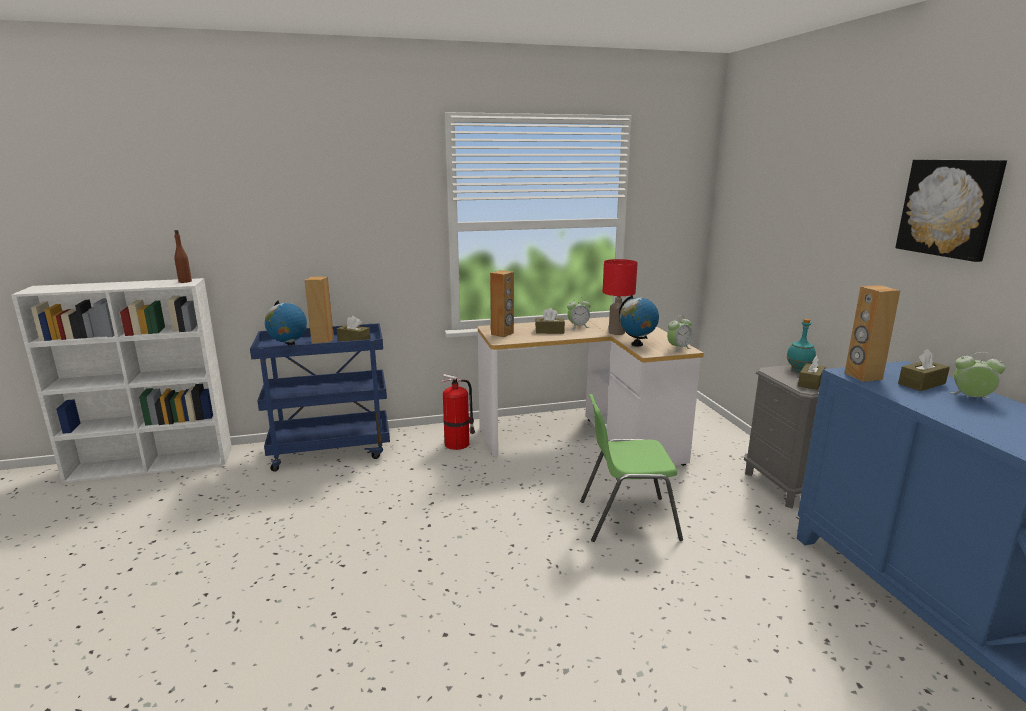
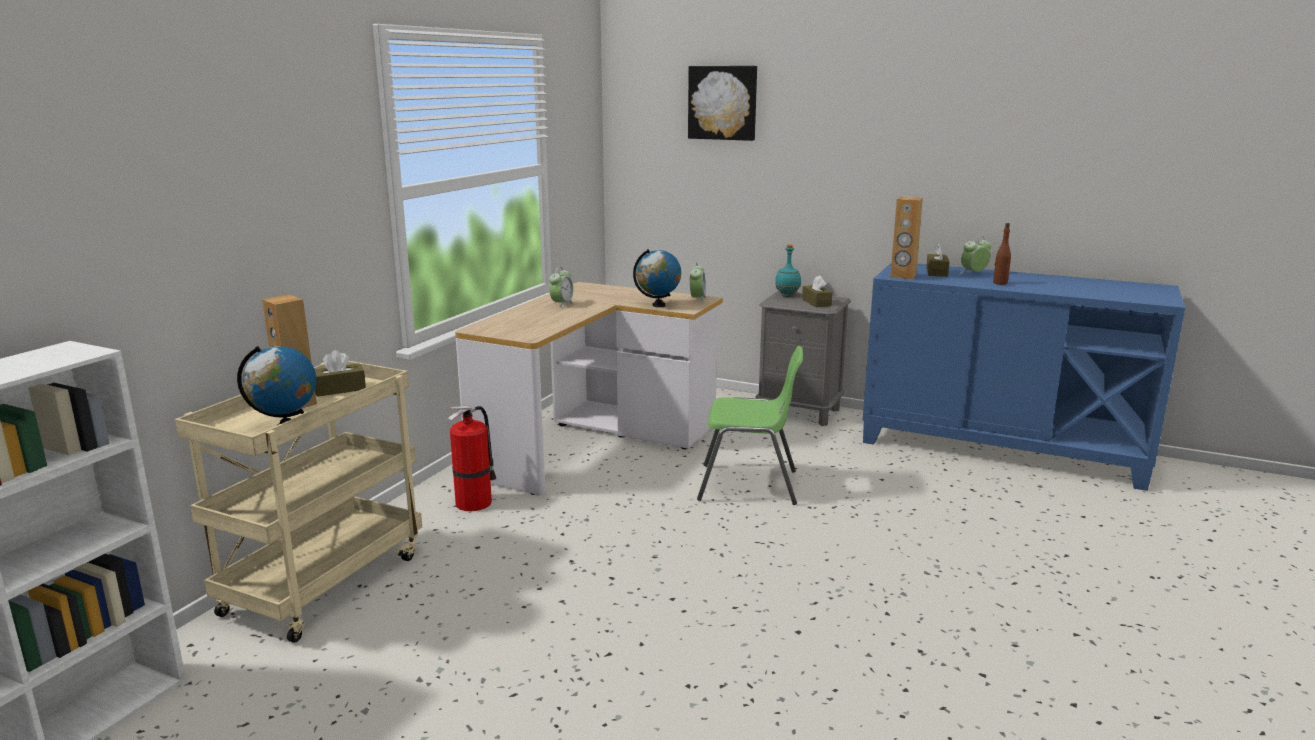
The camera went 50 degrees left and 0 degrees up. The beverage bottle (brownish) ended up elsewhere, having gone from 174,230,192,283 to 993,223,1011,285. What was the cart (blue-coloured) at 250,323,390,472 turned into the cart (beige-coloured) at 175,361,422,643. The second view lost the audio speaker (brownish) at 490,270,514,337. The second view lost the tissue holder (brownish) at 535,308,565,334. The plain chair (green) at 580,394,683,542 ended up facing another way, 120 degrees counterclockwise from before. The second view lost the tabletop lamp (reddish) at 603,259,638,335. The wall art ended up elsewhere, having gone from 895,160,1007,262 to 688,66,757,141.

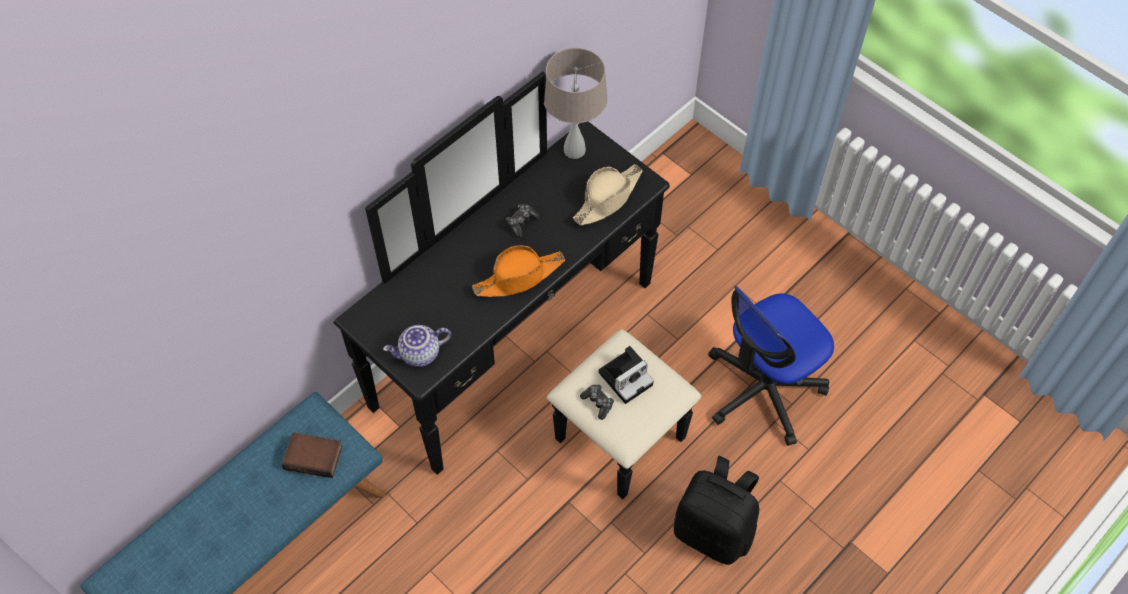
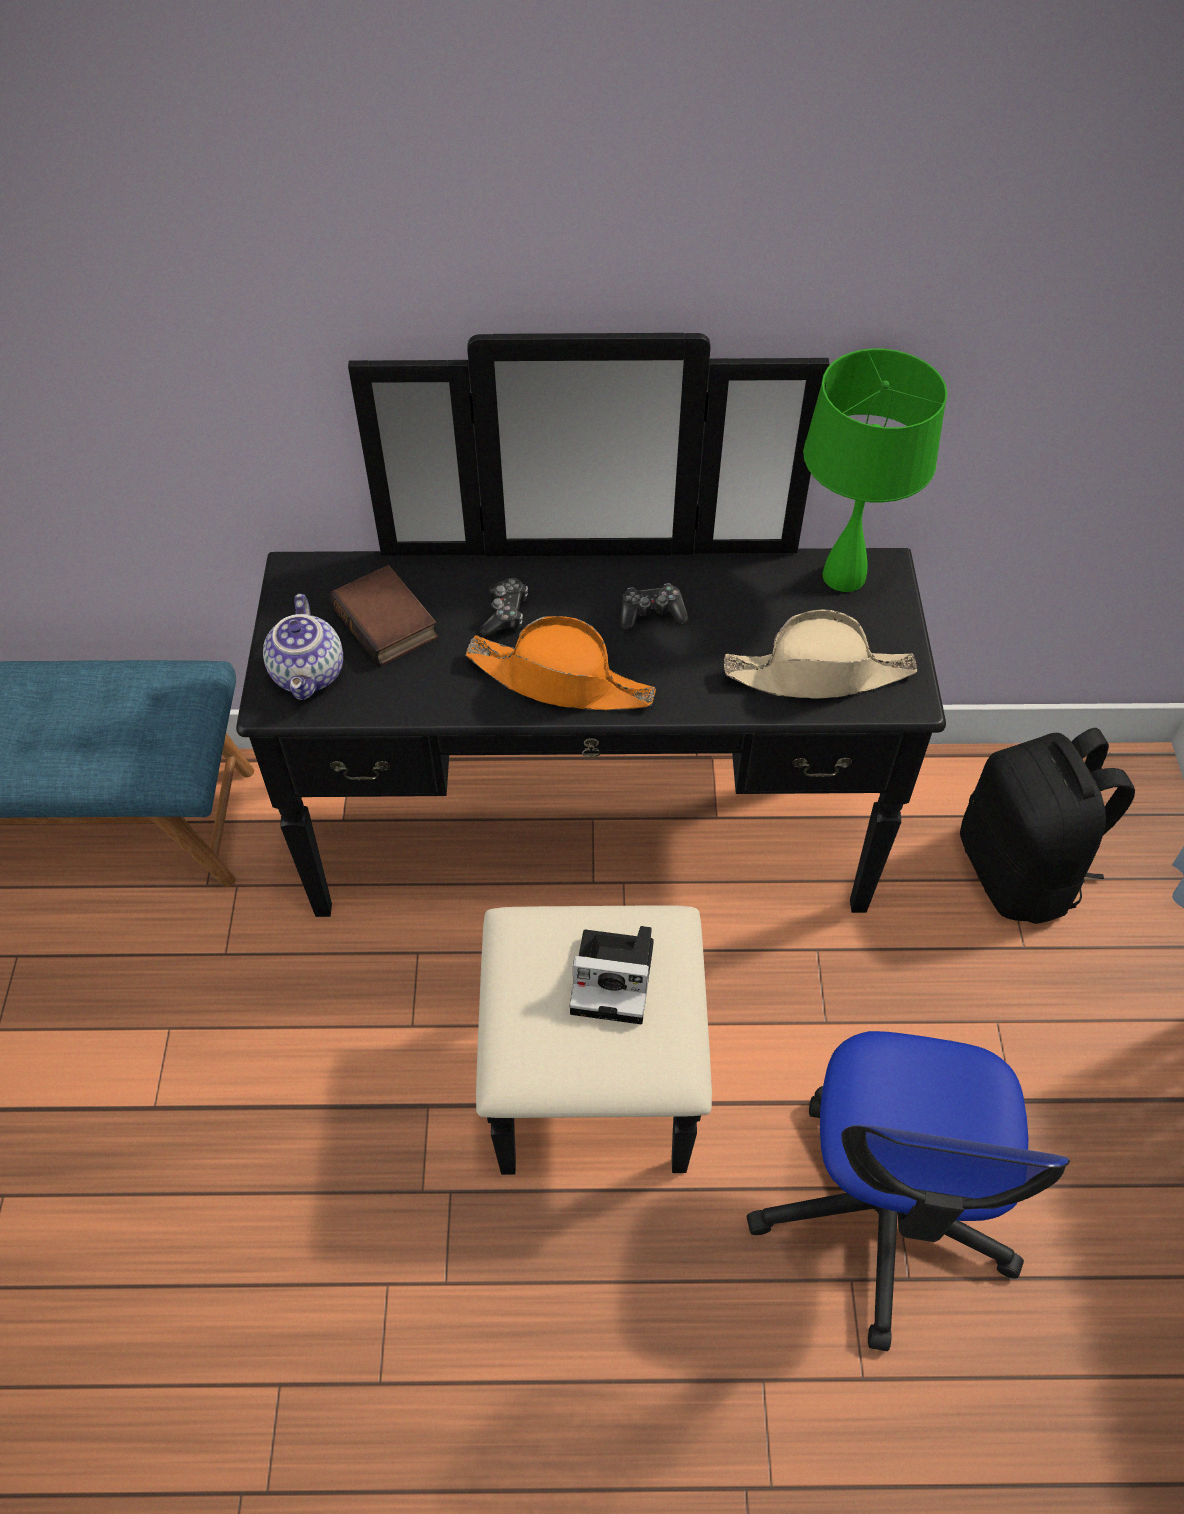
The camera went 45 degrees right and 5 degrees down. The volume ended up elsewhere, having gone from 282,432,342,478 to 329,565,438,667. The tea pot at 383,325,451,367 ended up facing another way, 120 degrees counterclockwise from before. What was the tabletop lamp (beige-coloured) at 544,48,608,159 turned into the tabletop lamp (green) at 803,349,947,592. The game controller ended up elsewhere, having gone from 580,384,614,420 to 480,578,528,637. The rucksack (blackish) ended up elsewhere, having gone from 674,456,759,565 to 960,728,1135,924. The office chair at 708,286,834,446 ended up facing another way, 90 degrees counterclockwise from before.

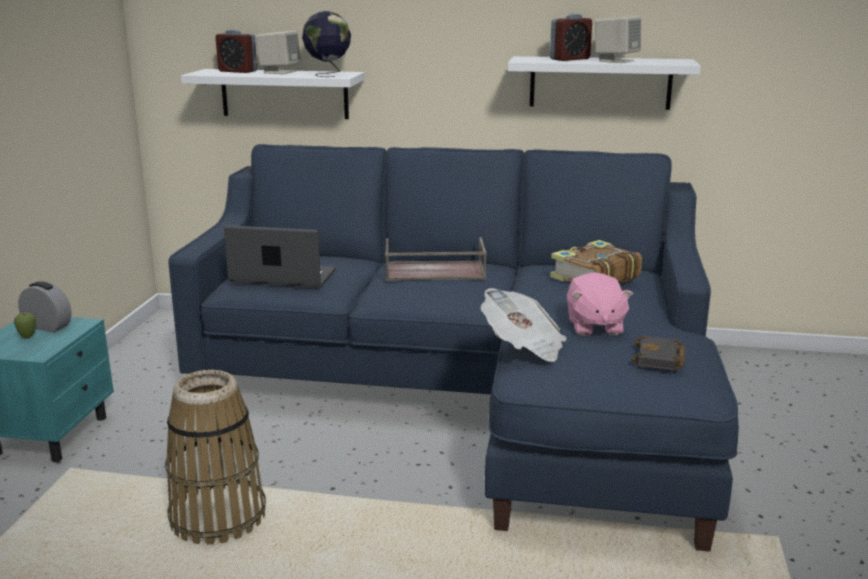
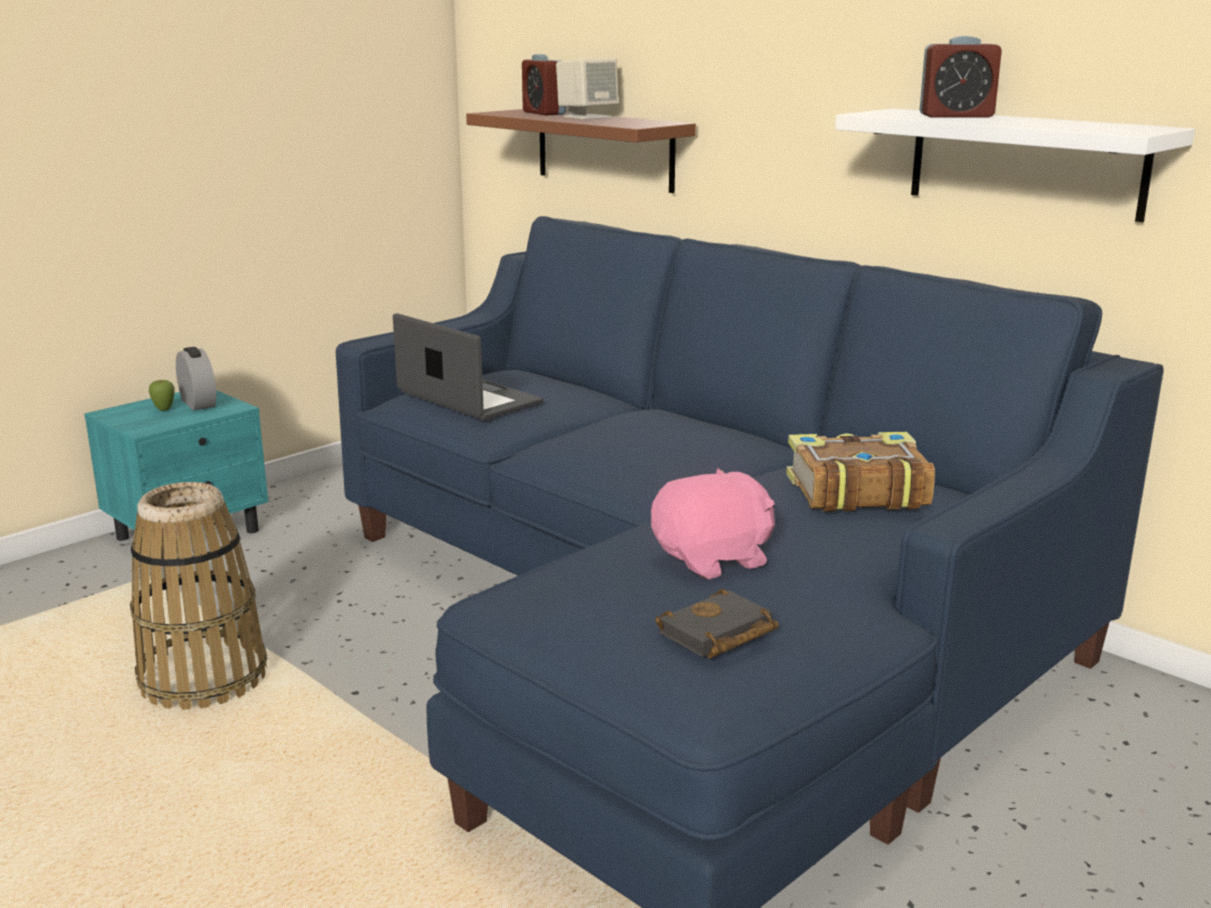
The camera went 35 degrees right and 0 degrees up. What was the wall shelf (white-coloured) at 181,69,365,119 turned into the wall shelf (brownish) at 466,109,696,193. The second view lost the desk globe at 302,11,351,77. The second view lost the carrying tray (brownish) at 385,237,487,281. The second view lost the printed paper at 480,288,566,362. The cuddly toy (pink) at 567,272,633,336 ended up facing another way, 150 degrees counterclockwise from before. The second view lost the audio speaker (beige-coloured) at 595,16,641,63.

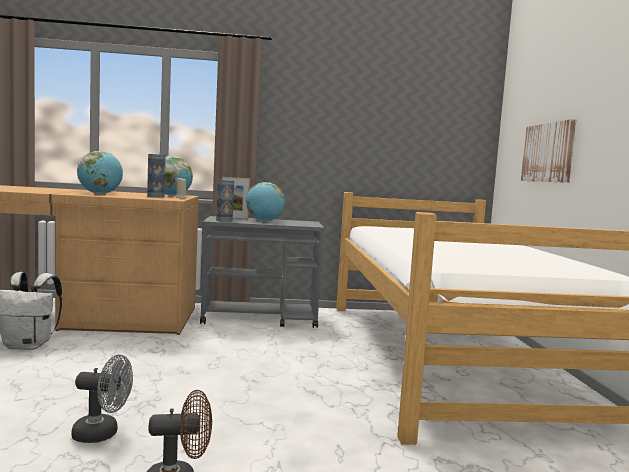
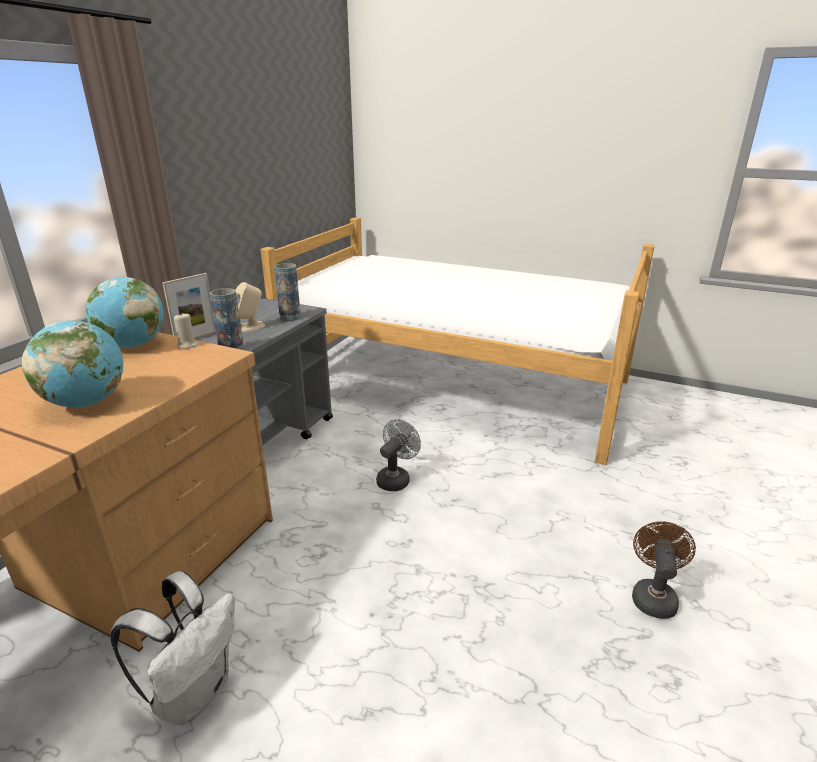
The camera went 60 degrees left and 20 degrees up. The fan (gray) ended up elsewhere, having gone from 71,355,133,443 to 376,419,421,491. The decorative vase ended up elsewhere, having gone from 147,154,166,198 to 274,263,301,321. Where the desk globe stood at 246,182,285,222, the audio speaker (beige-coloured) came to stand at 236,282,265,332. The second view lost the wall art at 521,119,576,183.

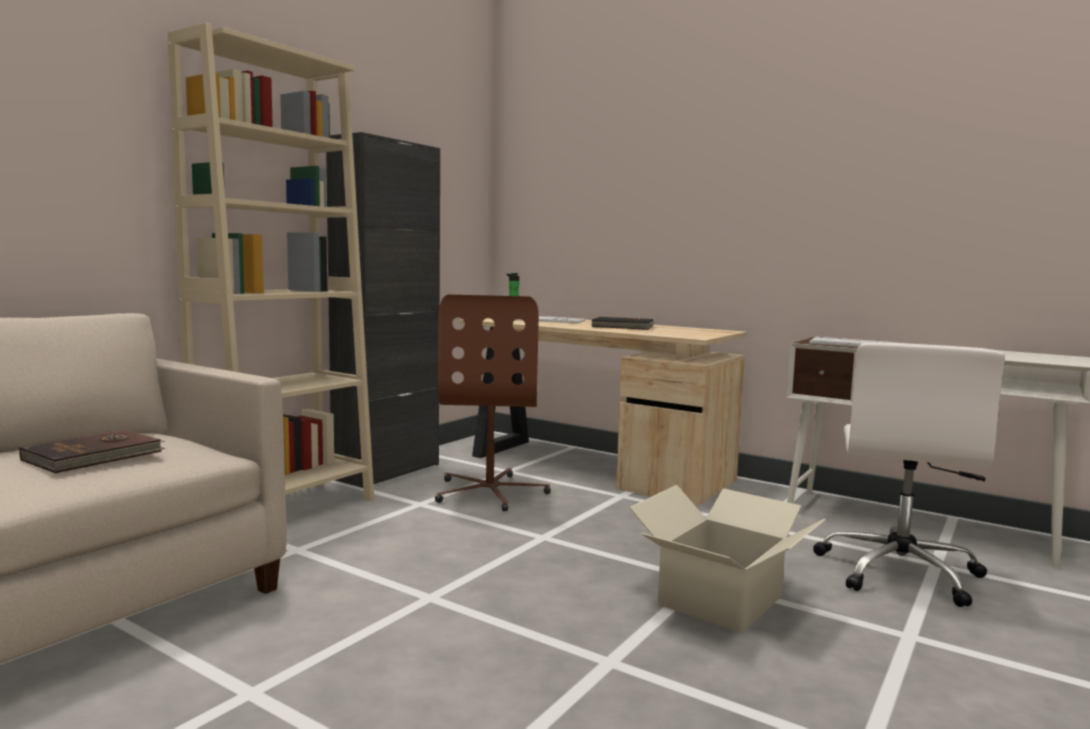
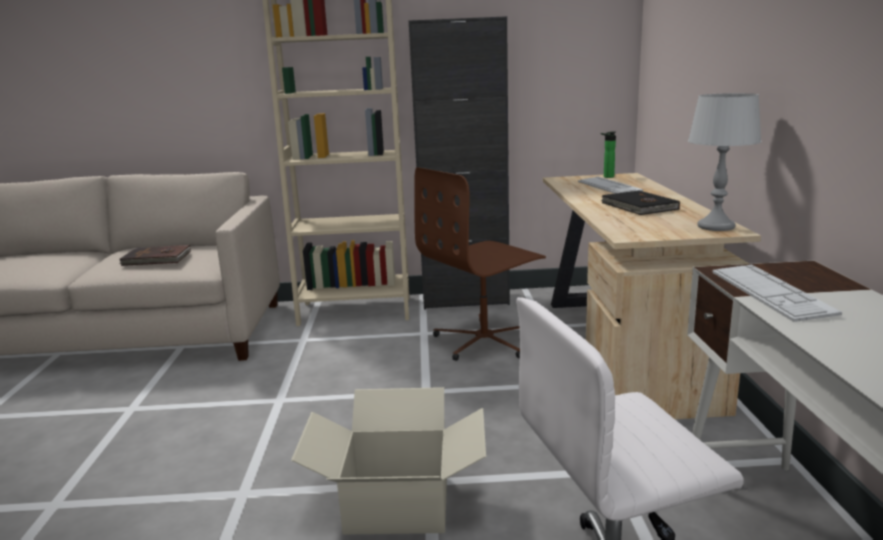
The camera went 55 degrees right and 10 degrees up. The second view gained the tabletop lamp (gray) at 688,93,762,231.

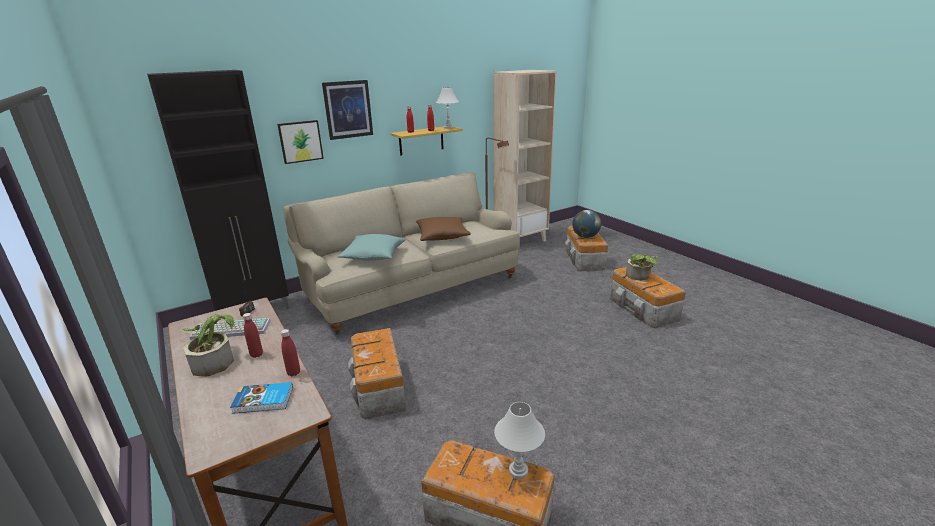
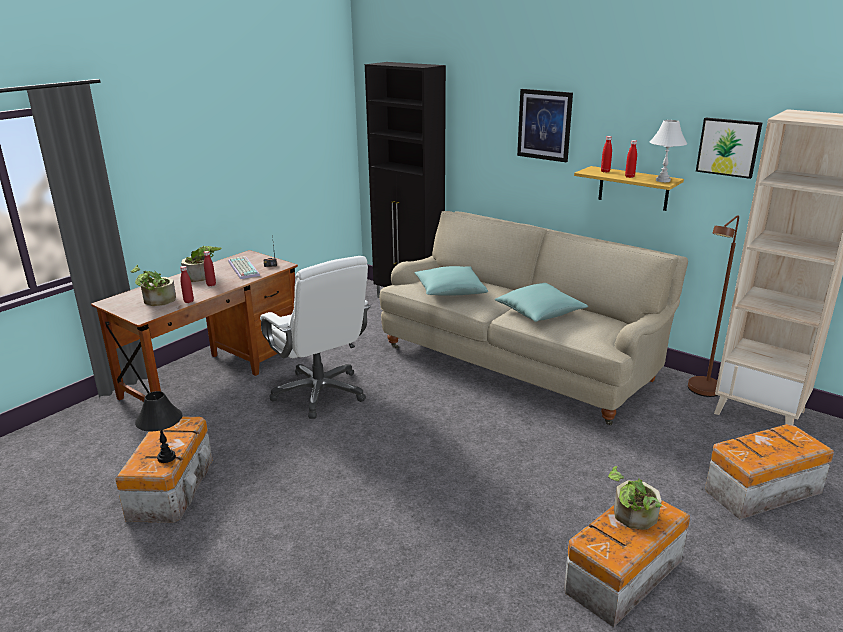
The camera went 70 degrees right and 0 degrees up. Where the volume stood at 230,382,293,414, the houseplant came to stand at 130,265,176,306. The wall art ended up elsewhere, having gone from 277,120,324,164 to 696,118,763,179. Where the storage bin stood at 348,328,406,419, the office chair (white-coloured) came to stand at 260,256,371,419. What was the cushion (brownish) at 416,217,471,241 turned into the cushion (blue-green) at 495,283,588,322. What was the tabletop lamp (white-coloured) at 494,402,545,479 turned into the tabletop lamp (blackish) at 135,391,182,463. The second view lost the desk globe at 572,210,601,238.

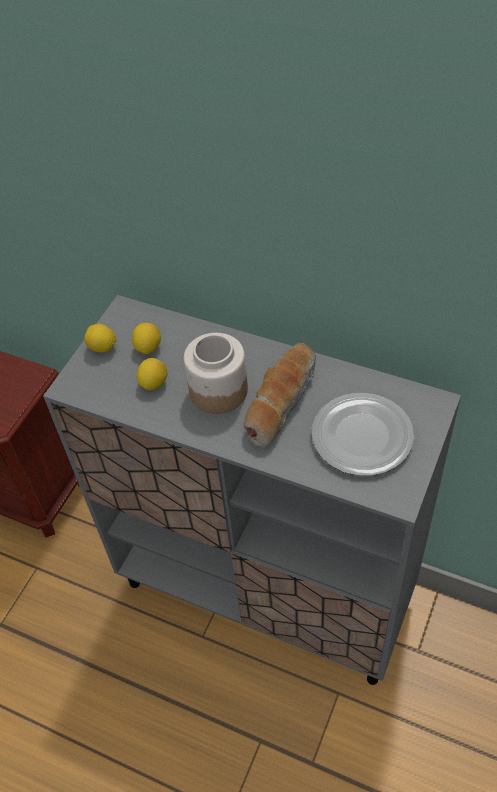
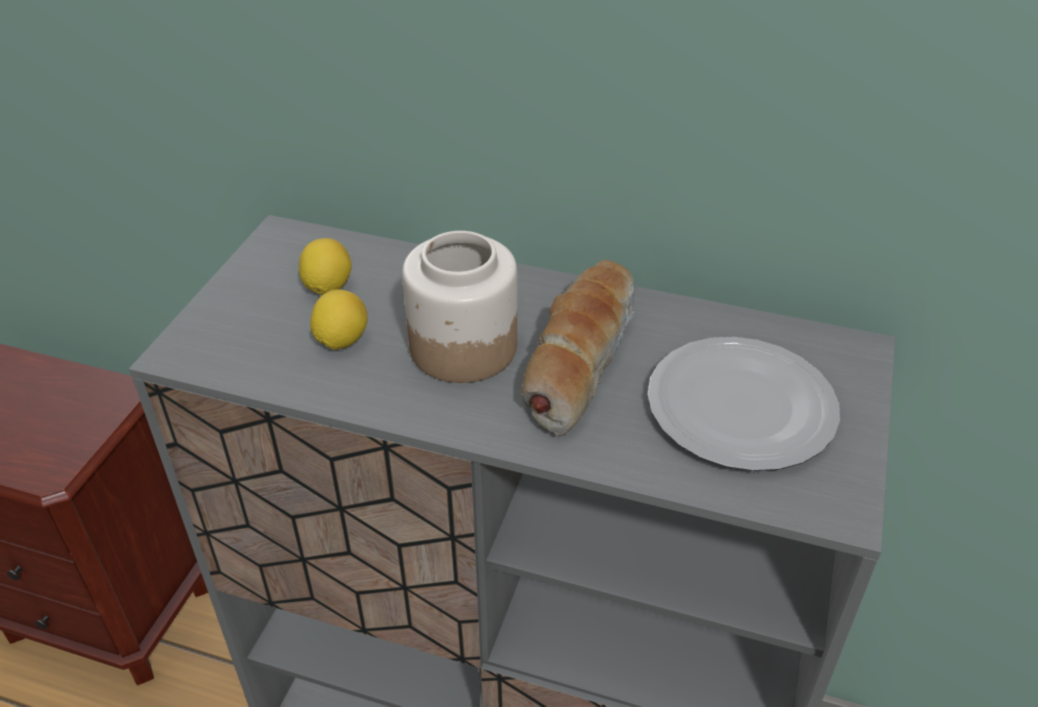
The camera went 10 degrees left and 10 degrees down. The second view lost the citrus fruit at 84,324,116,353.

